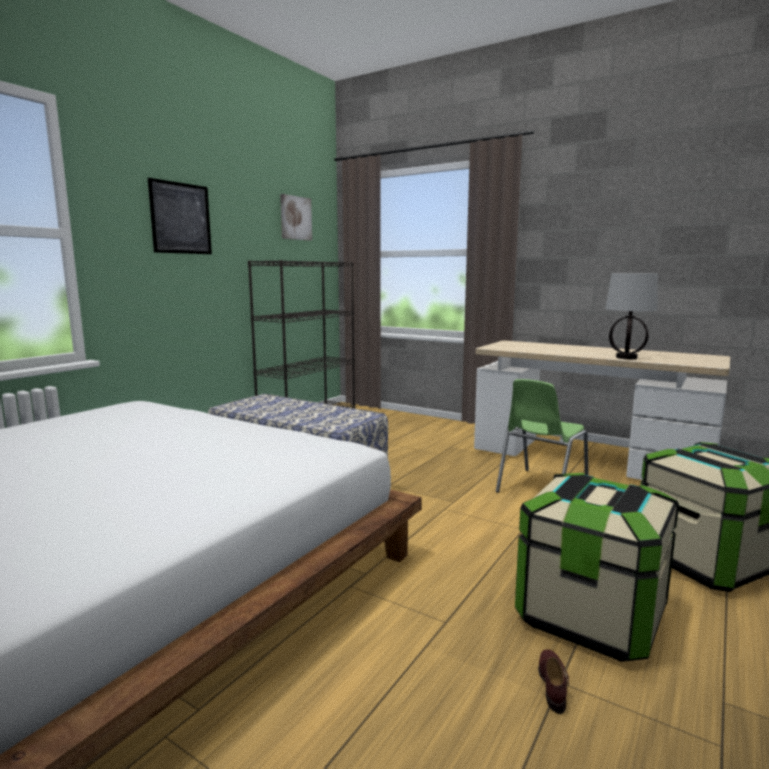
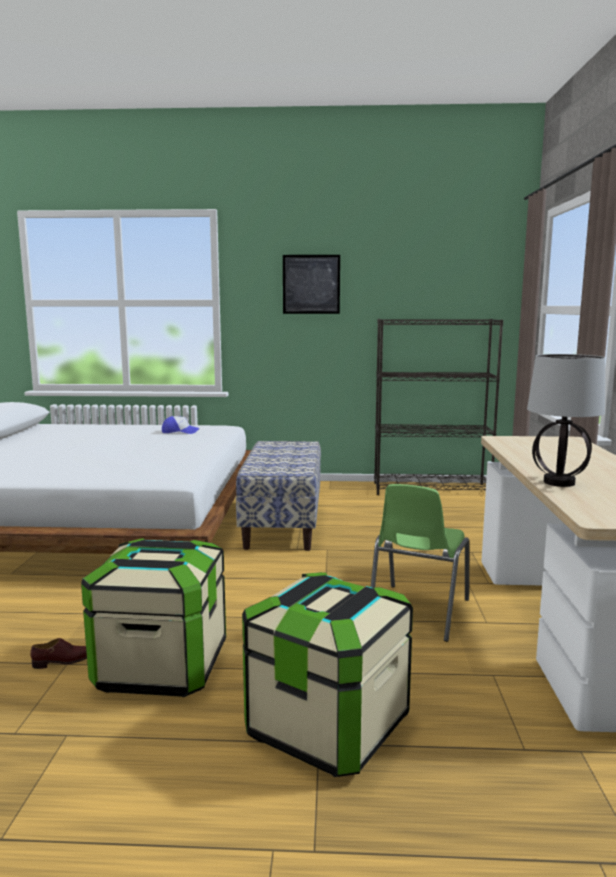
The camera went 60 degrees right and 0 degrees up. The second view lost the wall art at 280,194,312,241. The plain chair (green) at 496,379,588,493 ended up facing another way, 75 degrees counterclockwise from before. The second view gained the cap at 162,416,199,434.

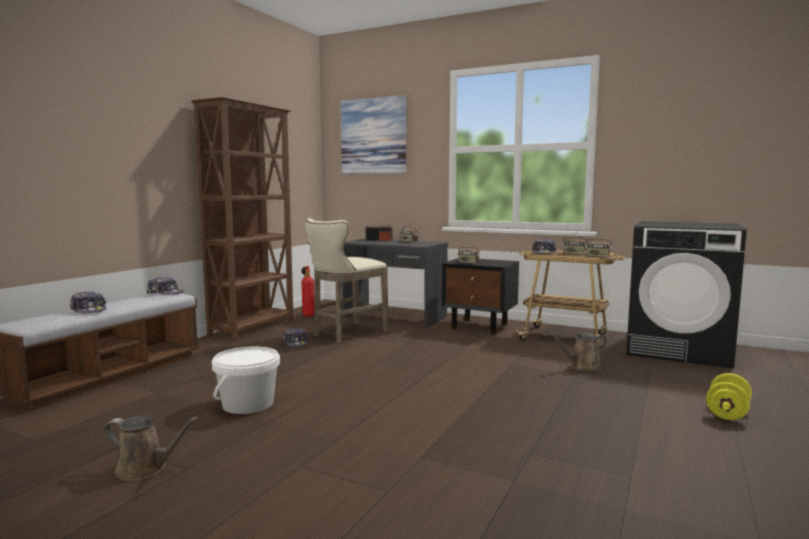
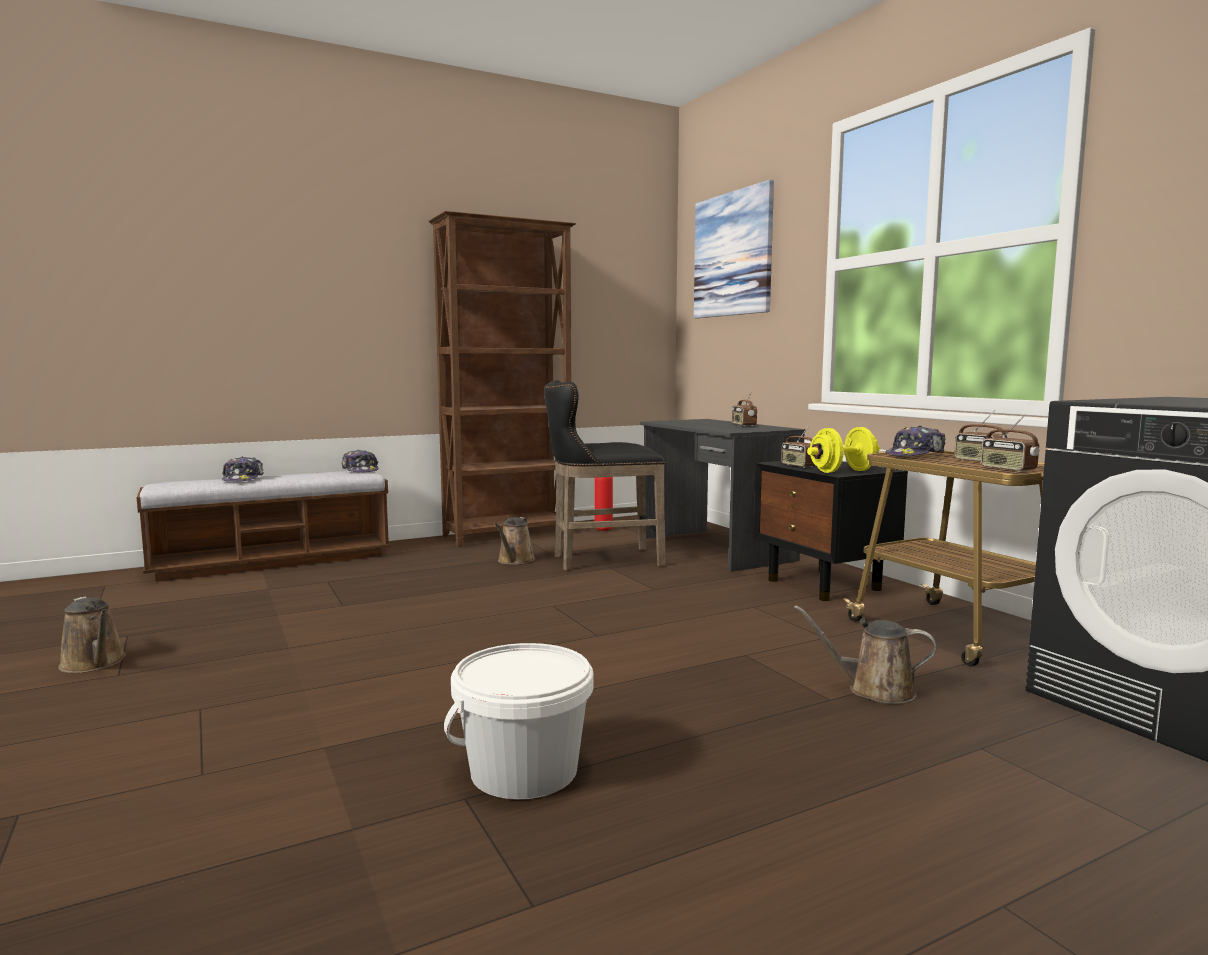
The camera went 35 degrees right and 0 degrees up. The water bucket (white-coloured) ended up elsewhere, having gone from 212,347,280,414 to 444,643,594,800. Where the cap stood at 283,328,308,347, the watering can (brownish) came to stand at 495,517,535,565. What was the stool (beige-coloured) at 306,218,389,343 turned into the stool (blackish) at 544,380,665,571. The second view lost the radio at 366,225,392,241. The dumbbell (yellow) ended up elsewhere, having gone from 706,373,752,420 to 807,427,880,473.

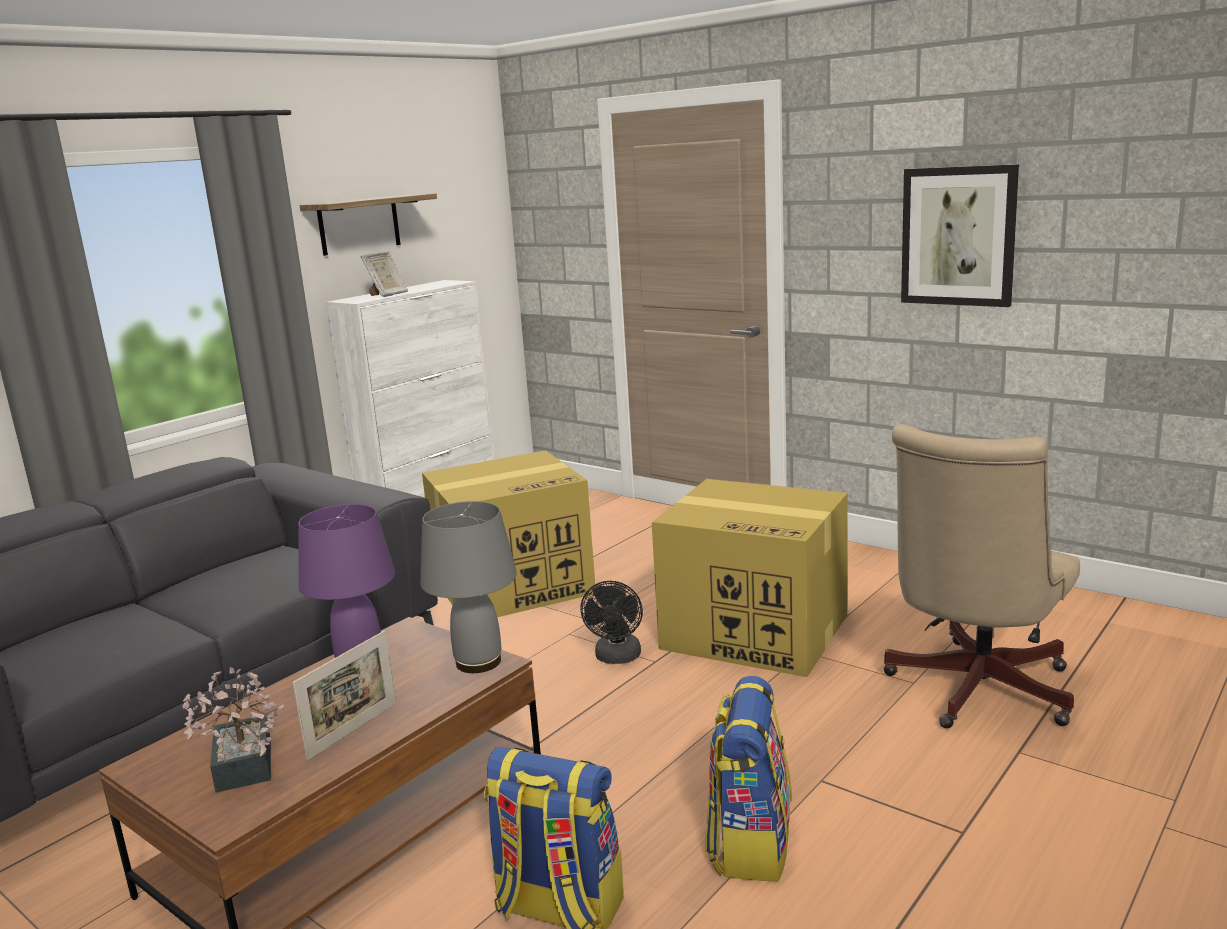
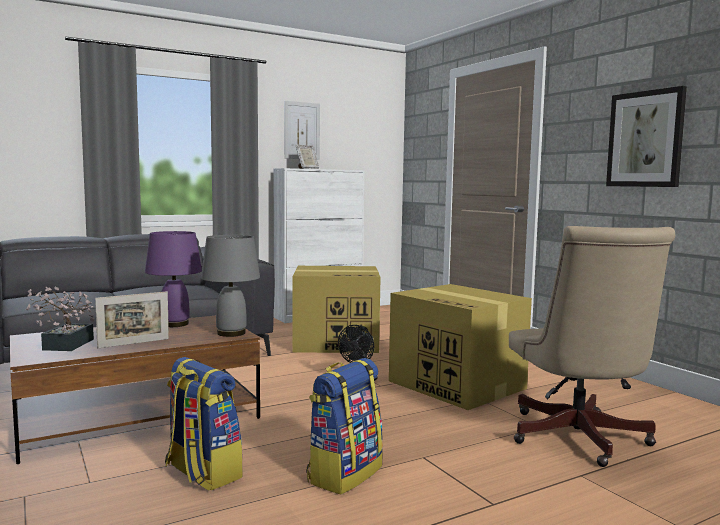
The camera went 20 degrees right and 10 degrees down. Where the wall shelf hung at 300,193,437,256, the wall art came to hang at 285,101,320,160. The office chair (beige-coloured) at 883,424,1080,729 ended up facing another way, 60 degrees counterclockwise from before.

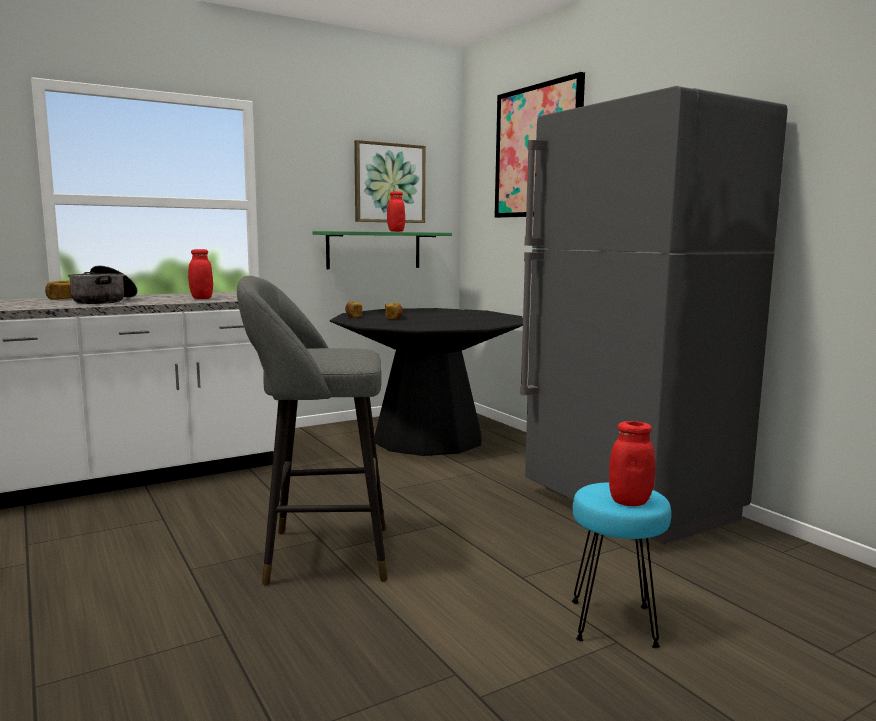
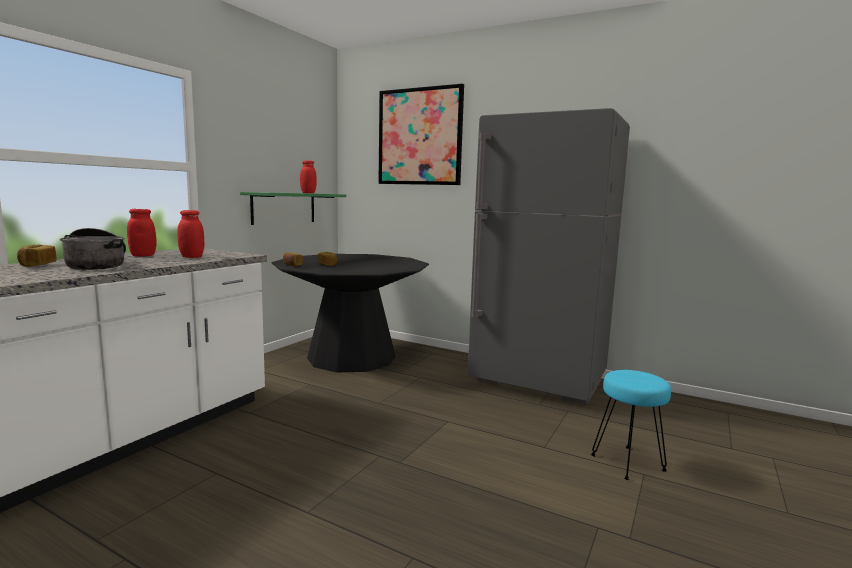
The camera went 30 degrees left and 0 degrees up. The second view lost the stool (gray) at 237,276,388,585. The second view lost the wall art at 354,140,426,223. The preserve jar (reddish) ended up elsewhere, having gone from 609,421,655,506 to 127,209,157,257.

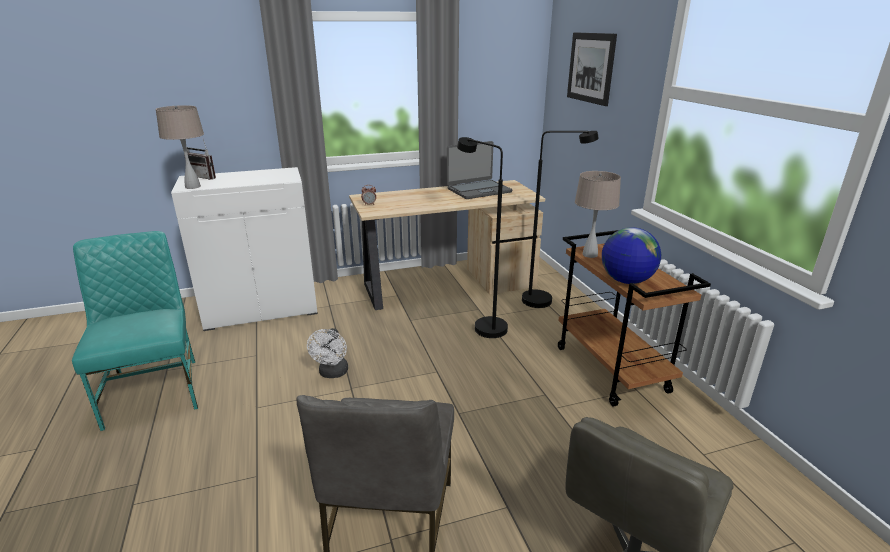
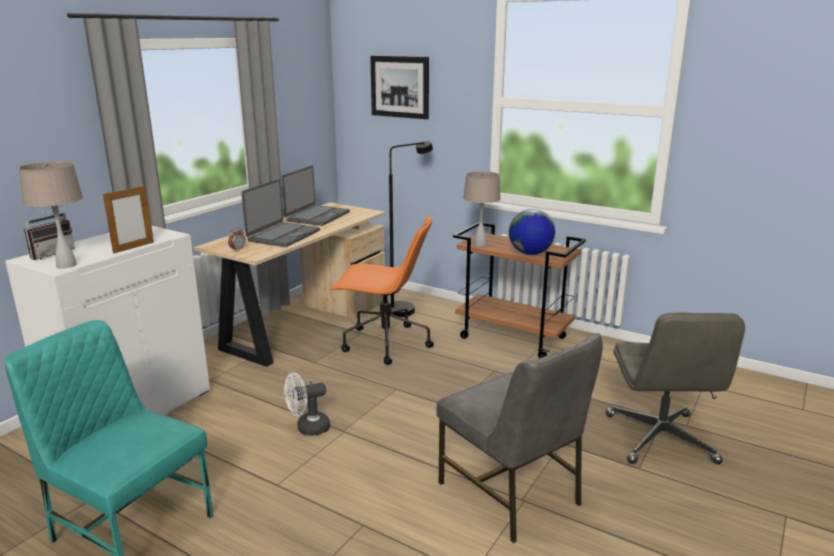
The camera went 40 degrees left and 5 degrees down. The radio at 184,139,216,180 ended up facing another way, 45 degrees counterclockwise from before. The fan (white-coloured) at 307,328,348,378 ended up facing another way, 105 degrees clockwise from before. Where the standing lamp (blackish) stood at 457,137,508,338, the office chair (orange) came to stand at 330,215,434,365. The second view gained the picture frame at 103,186,154,254. The second view gained the notebook computer at 241,179,320,247.

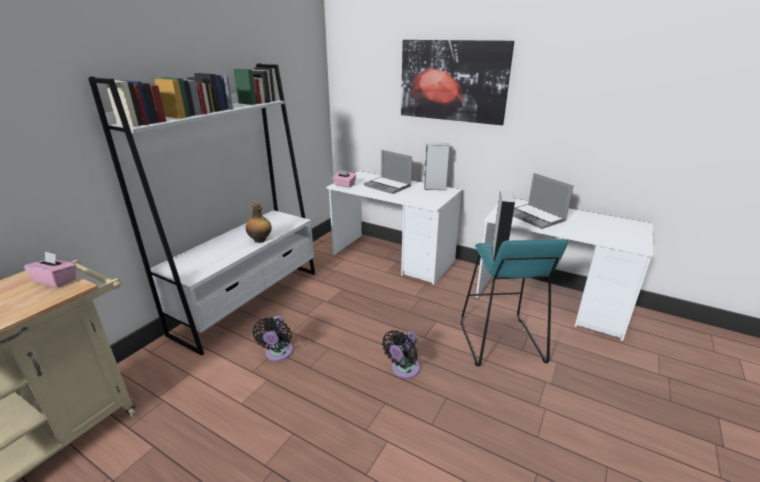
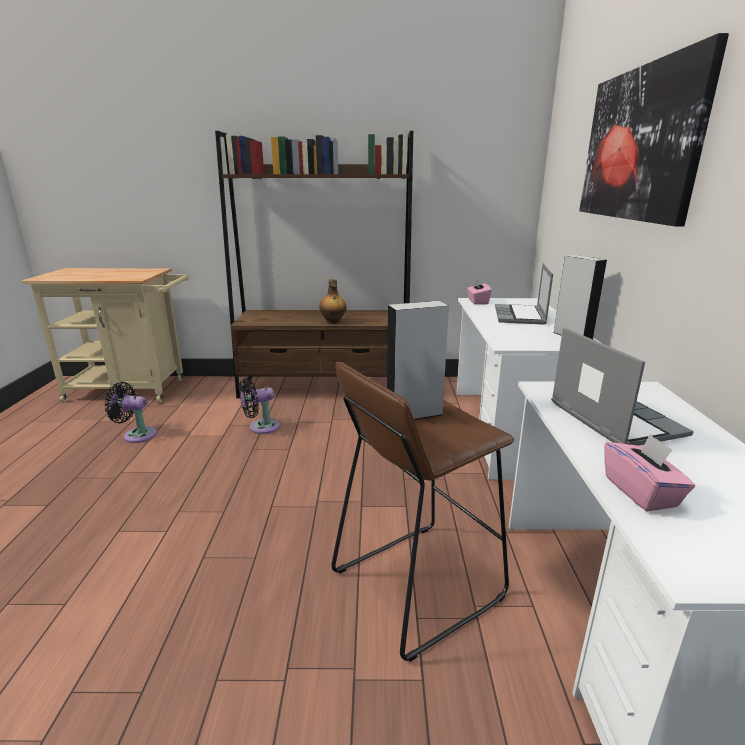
The camera went 60 degrees right and 5 degrees down. The tissue holder (pink) ended up elsewhere, having gone from 24,251,76,288 to 604,434,695,512. What was the shelving unit (white-coloured) at 88,63,315,356 turned into the shelving unit (brownish) at 215,131,413,398. The fan (blackish) ended up elsewhere, having gone from 382,330,420,379 to 104,382,157,443. What was the stool (blue-green) at 461,239,568,366 turned into the stool (brownish) at 331,362,514,662. The notebook computer at 513,173,573,229 ended up facing another way, 135 degrees clockwise from before.

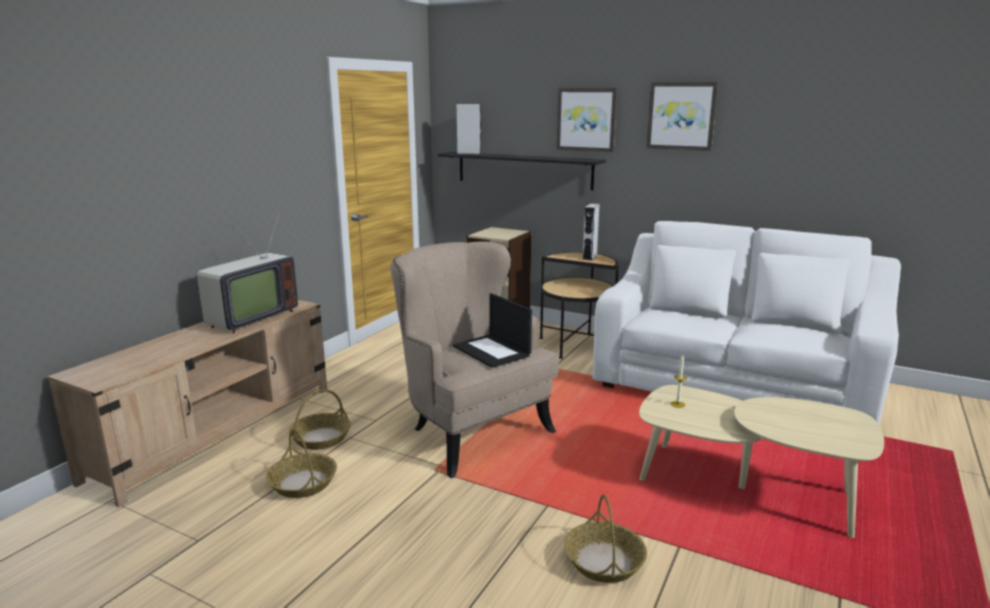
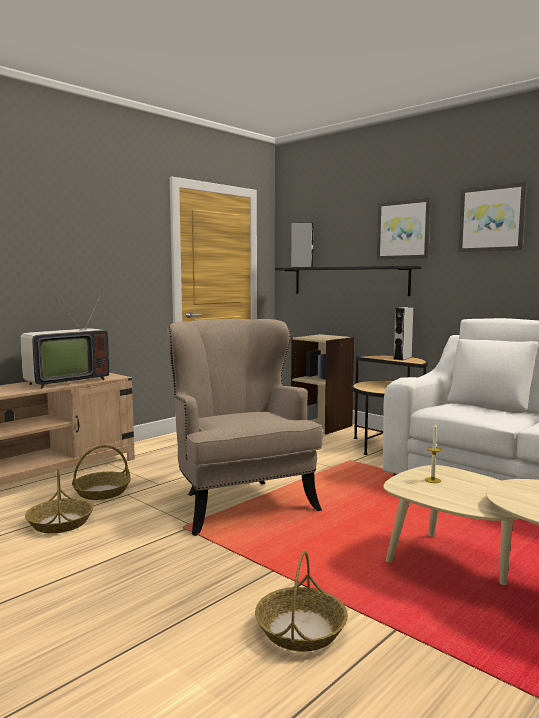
The camera went 15 degrees right and 10 degrees down. The second view lost the notebook computer at 453,293,532,368.

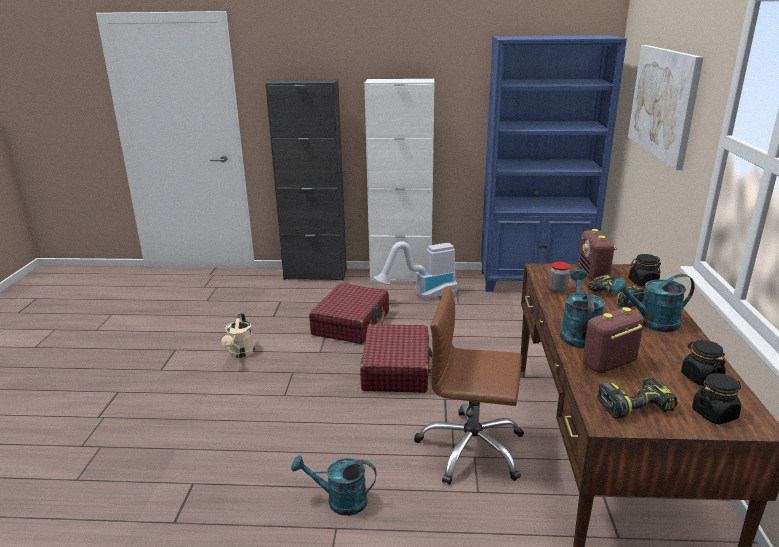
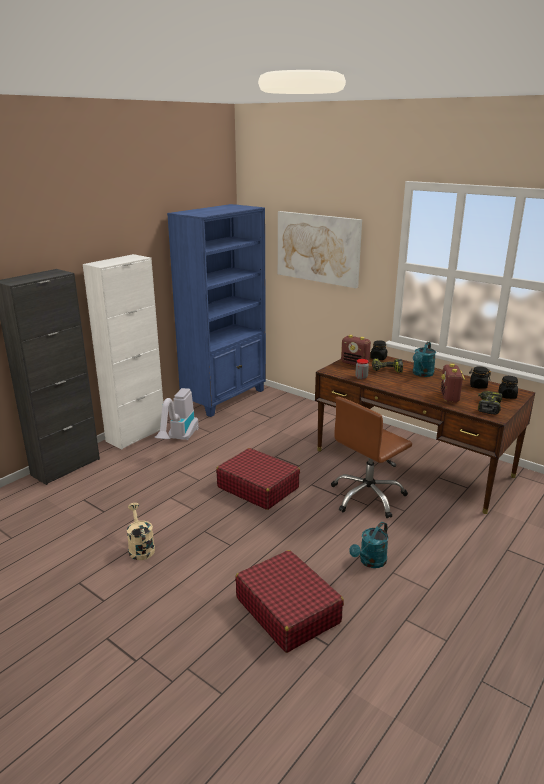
The camera went 55 degrees left and 0 degrees up. The watering can (beige-coloured) at 221,313,255,358 ended up facing another way, 150 degrees counterclockwise from before. The suitcase (reddish) ended up elsewhere, having gone from 309,283,389,344 to 235,550,344,653. The second view lost the watering can (blue-green) at 560,269,605,348.

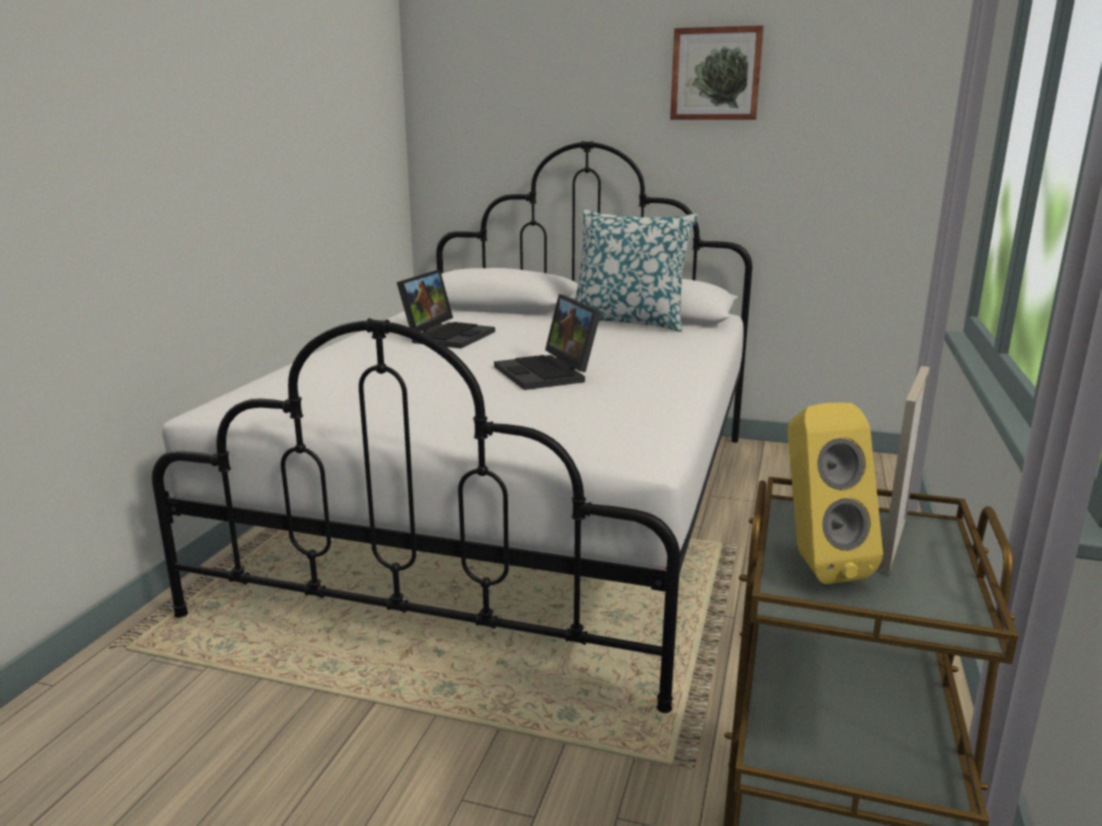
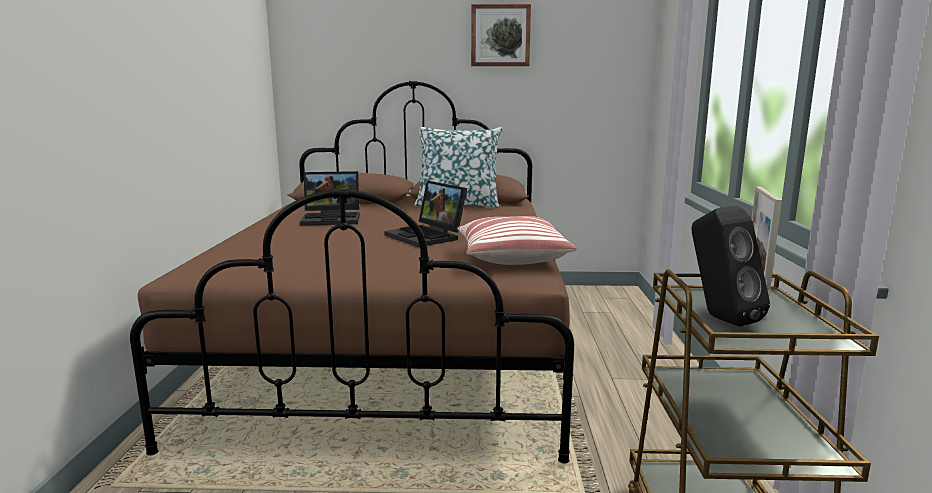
The camera went 15 degrees left and 5 degrees down. What was the bed (white-coloured) at 152,141,752,713 turned into the bed (brownish) at 130,81,574,463. The notebook computer at 397,269,495,349 ended up facing another way, 75 degrees clockwise from before. What was the audio speaker (yellow) at 788,402,883,585 turned into the audio speaker (blackish) at 691,206,770,327. The second view gained the cushion at 457,216,577,265.

